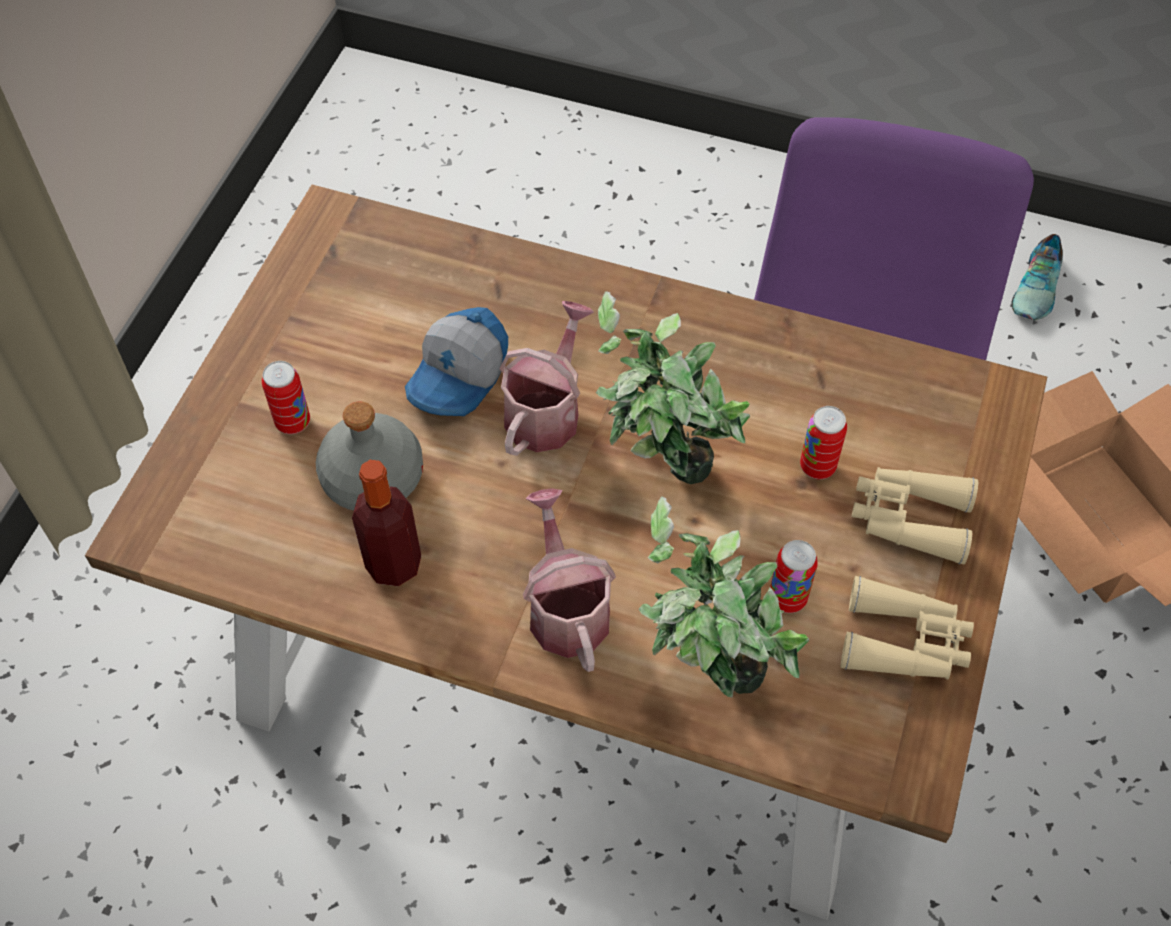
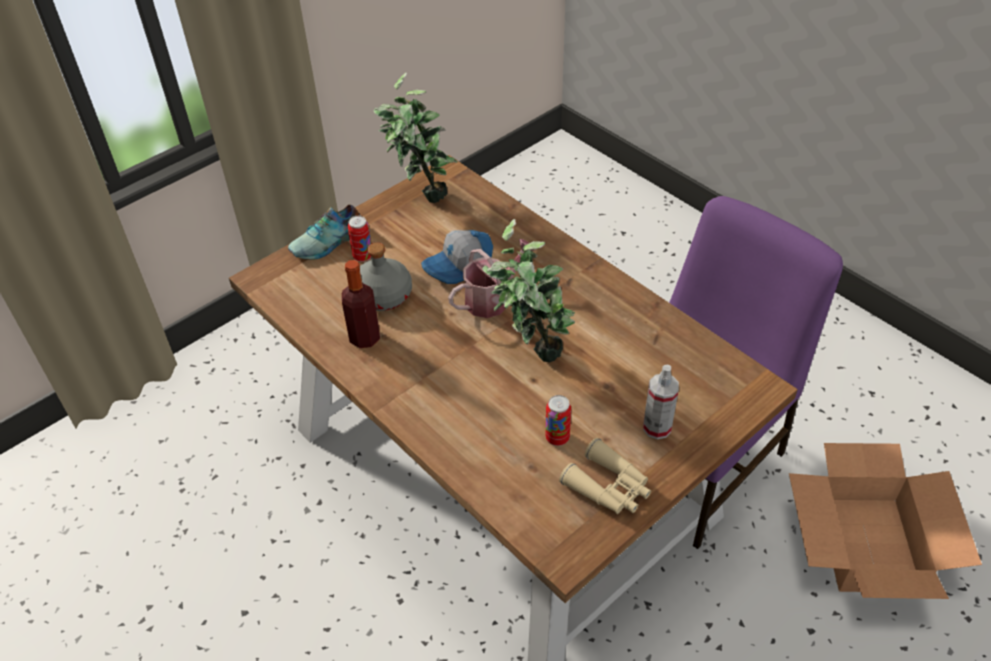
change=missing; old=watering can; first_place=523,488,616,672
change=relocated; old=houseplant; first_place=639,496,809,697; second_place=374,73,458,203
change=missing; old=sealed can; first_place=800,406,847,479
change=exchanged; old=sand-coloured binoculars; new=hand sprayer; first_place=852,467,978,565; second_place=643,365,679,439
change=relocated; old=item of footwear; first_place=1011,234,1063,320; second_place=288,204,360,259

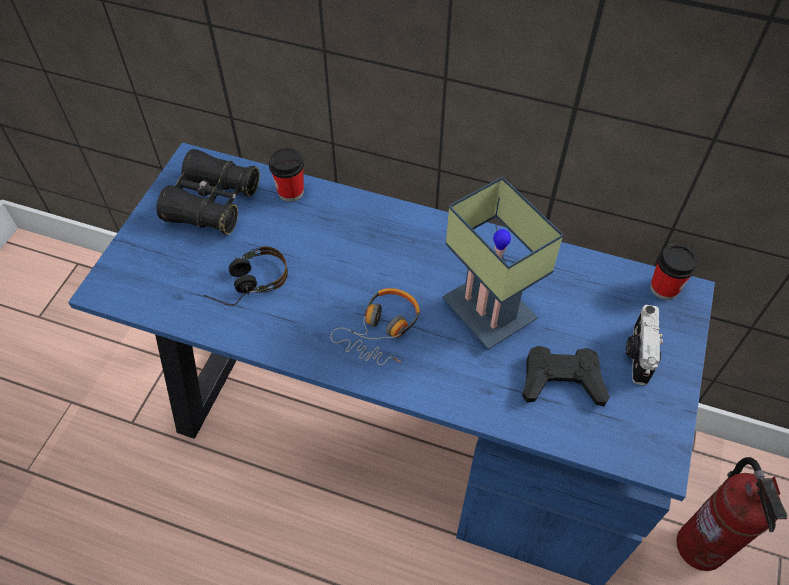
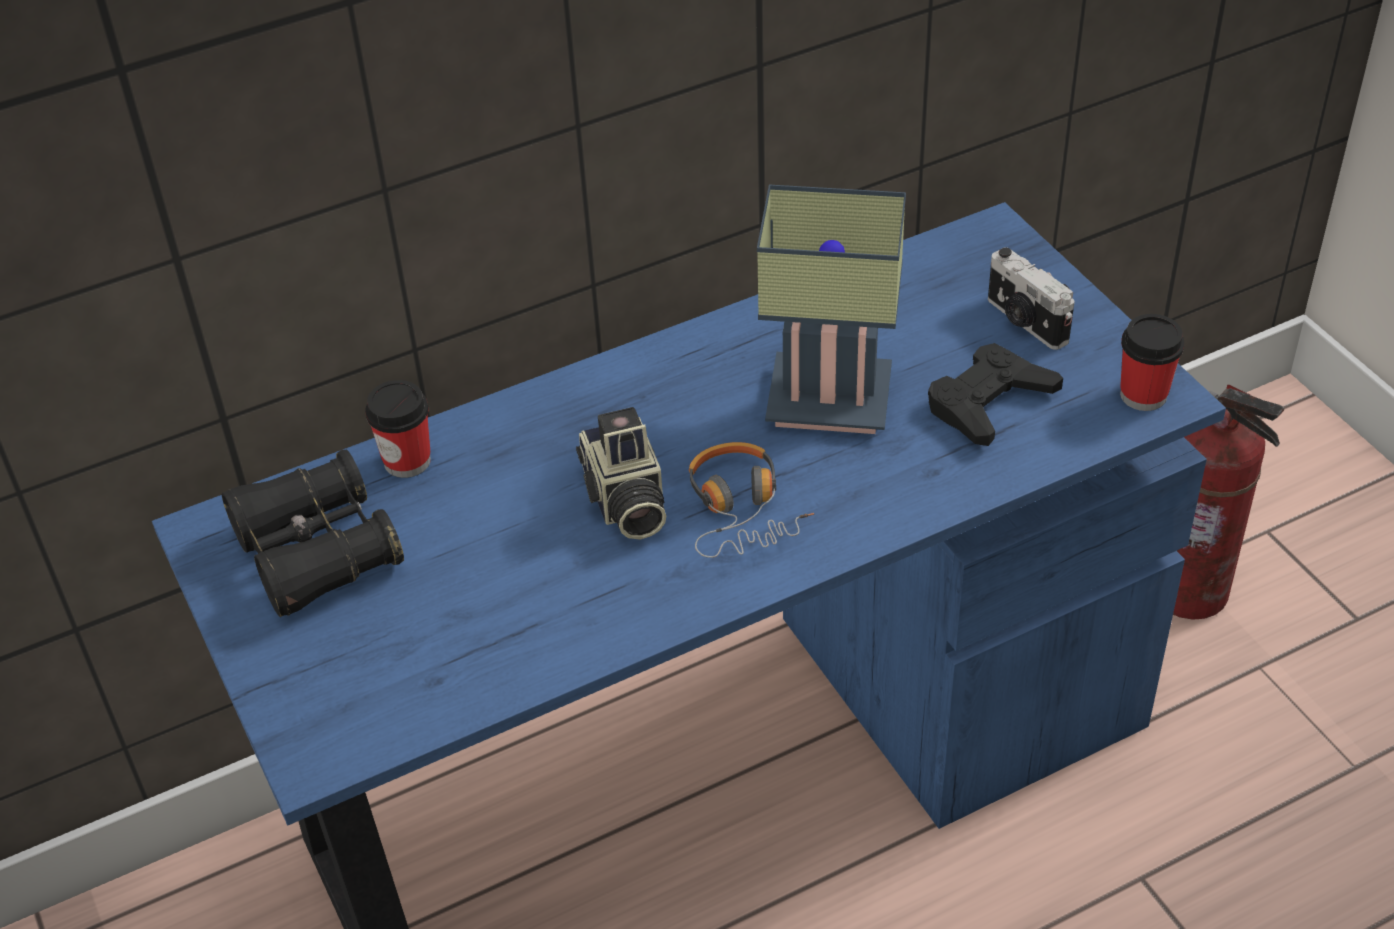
change=missing; old=headset; first_place=204,246,288,305
change=relocated; old=small cup; first_place=650,244,698,300; second_place=1120,314,1184,411
change=appeared; new=still camera; second_place=576,407,666,540

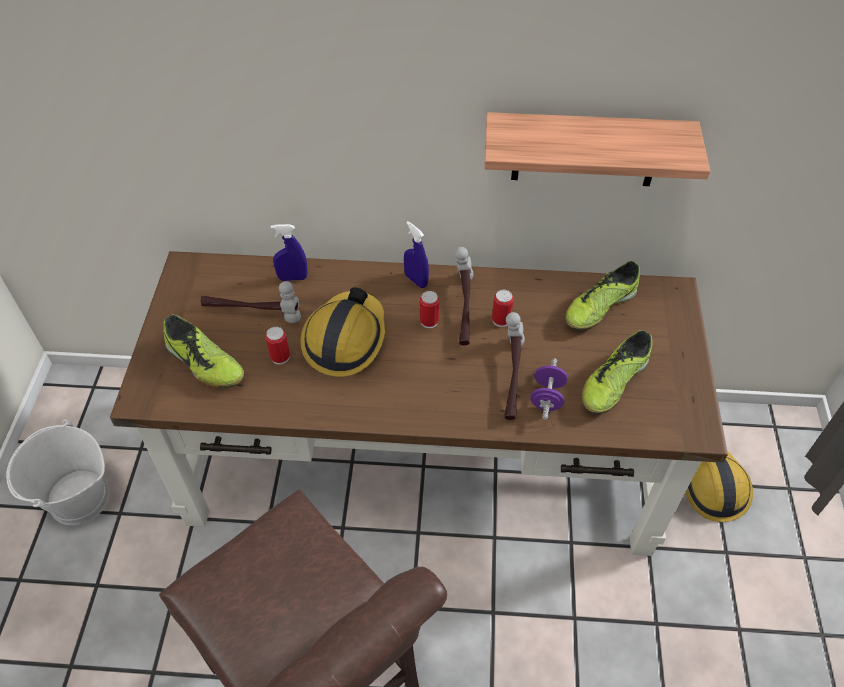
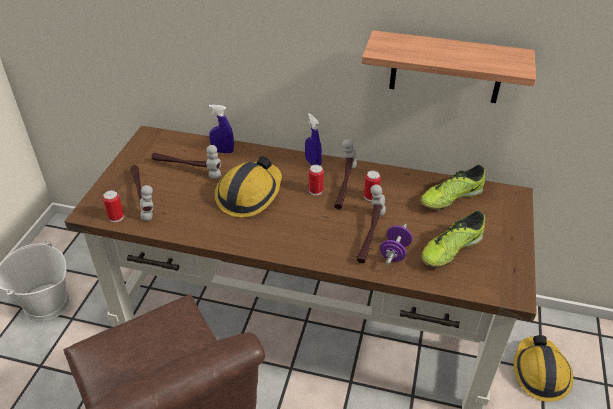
change=exchanged; old=item of footwear; new=hammer; first_place=163,314,245,388; second_place=130,165,153,221
change=relocated; old=sealed can; first_place=266,327,290,365; second_place=103,190,124,222

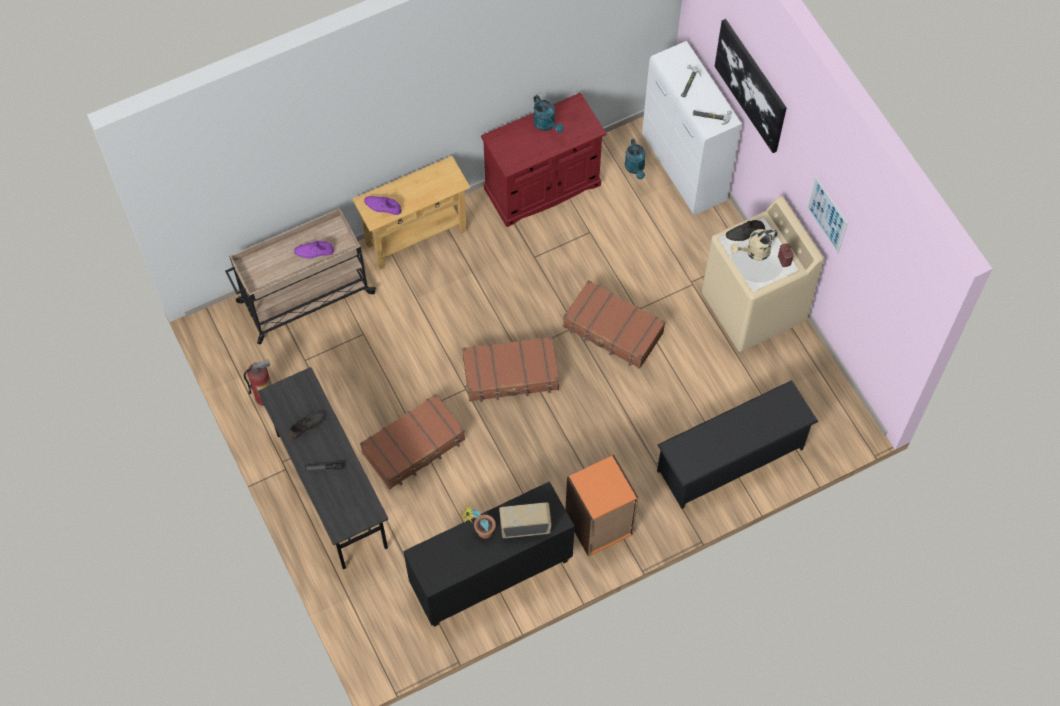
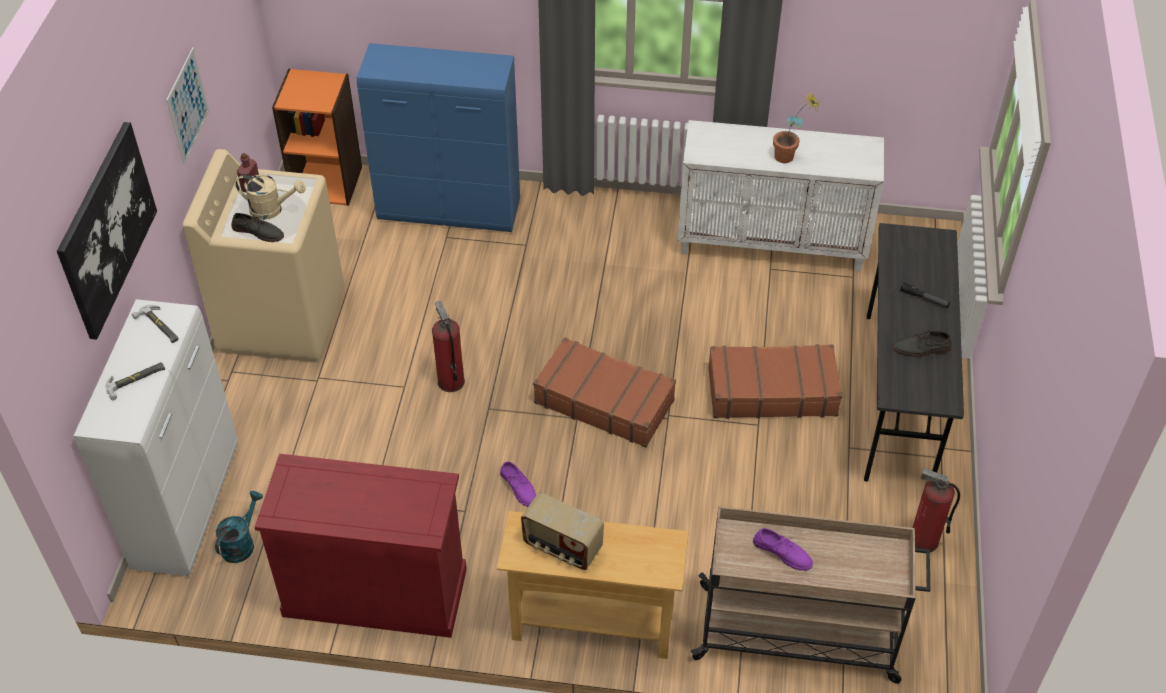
change=relocated; old=purple item of footwear; first_place=364,196,402,215; second_place=500,461,536,507
change=colour; old=black-coloured cupboard; new=whitish cupboard; first_place=404,481,575,627; second_place=678,120,884,272
change=relocated; old=radio; first_place=499,502,551,538; second_place=521,493,604,570
change=missing; old=turquoise watering can; first_place=533,95,564,133
change=exchanged; old=brown suitcase; new=fire-fighting cylinder; first_place=563,280,665,369; second_place=432,301,465,392
change=relocated; old=orangey shelving unit; first_place=565,455,639,557; second_place=272,69,362,206
change=exchanged; old=black-coloured shoe shelf; new=blue-coloured cupboard; first_place=657,380,818,509; second_place=357,43,520,232

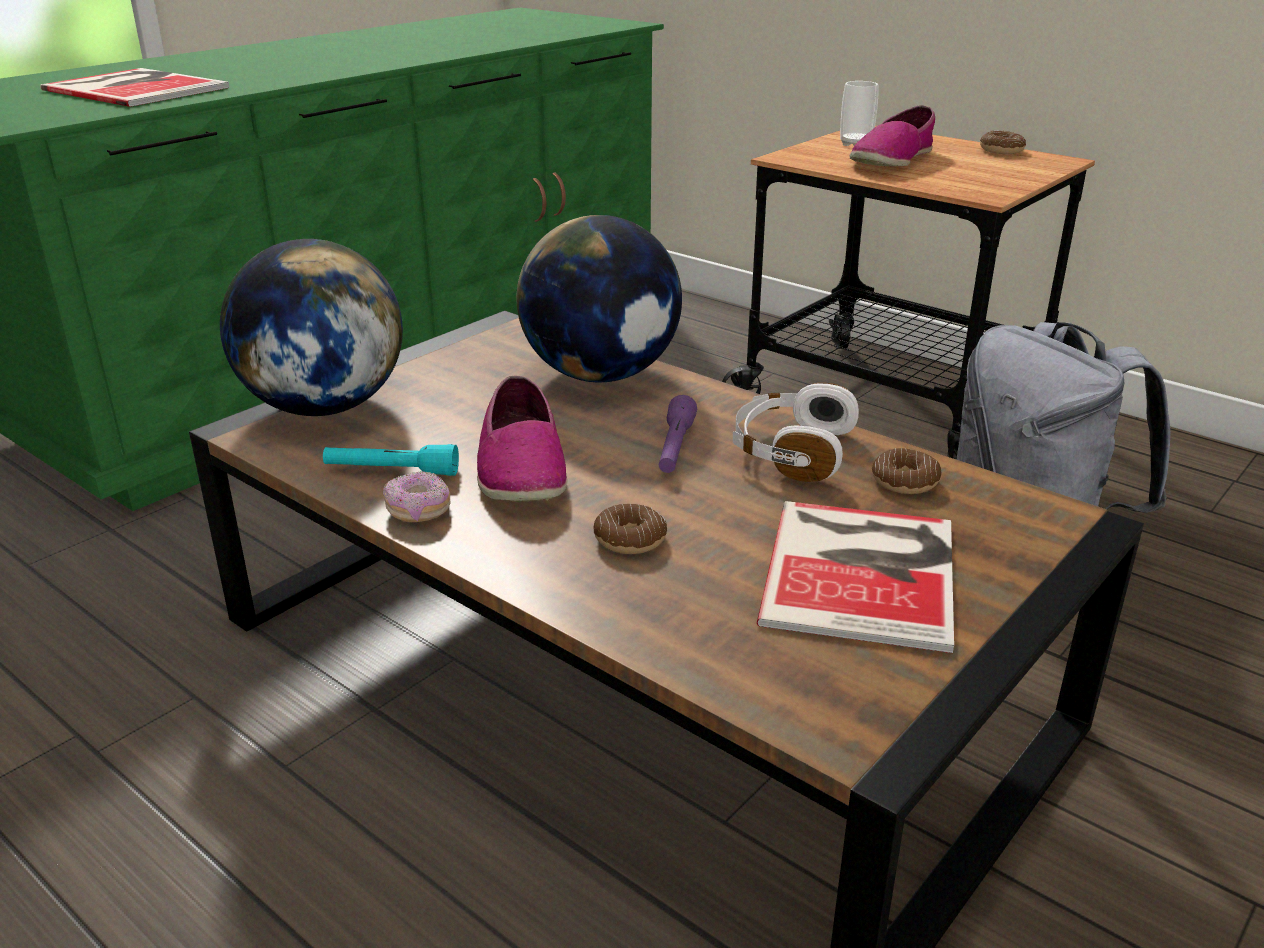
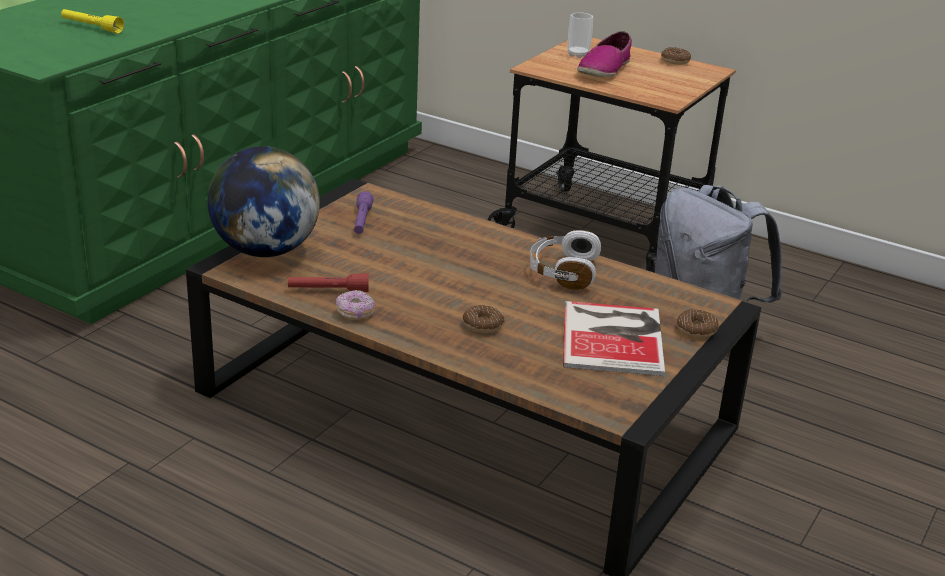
change=exchanged; old=bound book; new=yellowish flashlight; first_place=40,68,230,107; second_place=61,9,124,34
change=colour; old=turquoise flashlight; new=reddish flashlight; first_place=323,444,459,476; second_place=288,273,369,292
change=missing; old=item of footwear; first_place=477,376,568,502
change=missing; old=globe; first_place=516,215,682,382
change=relocated; old=purple flashlight; first_place=659,395,697,473; second_place=354,191,374,234
change=relocated; old=donut; first_place=872,448,941,494; second_place=677,309,719,338

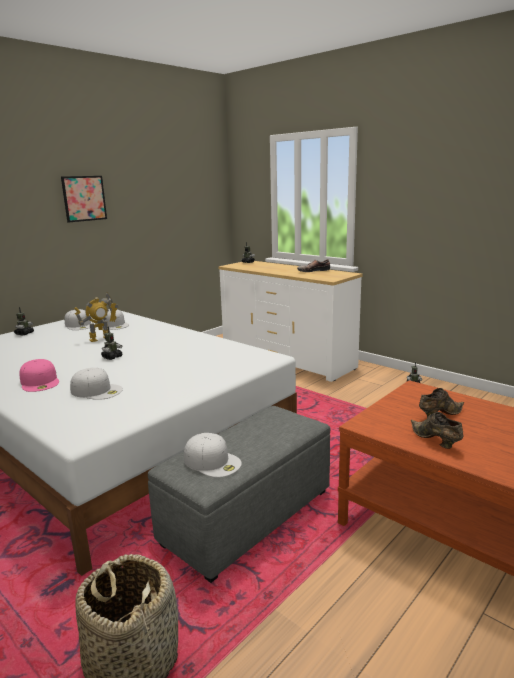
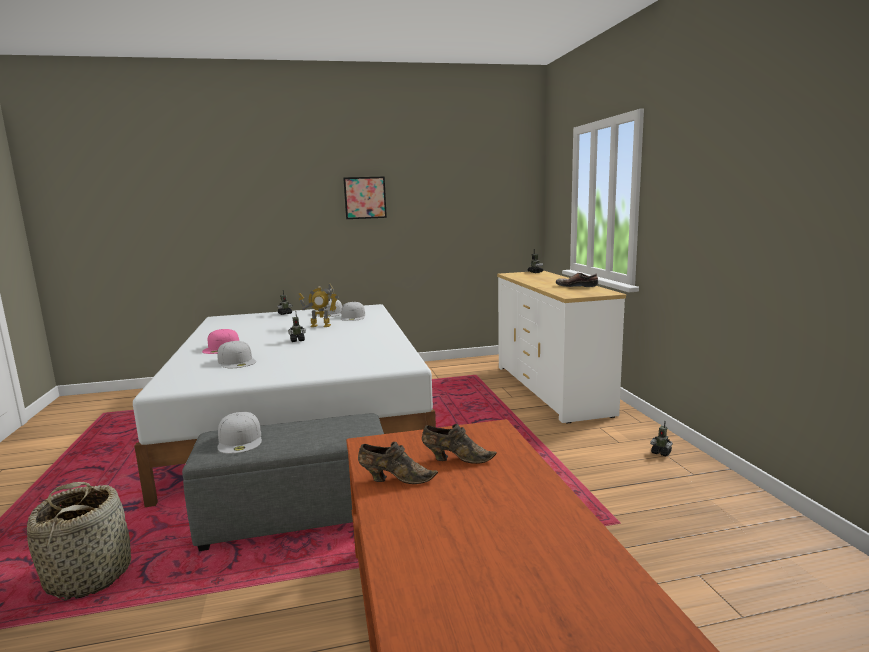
change=spun; old=brown item of footwear; first_place=411,412,463,449; second_place=358,442,438,484; degrees=90

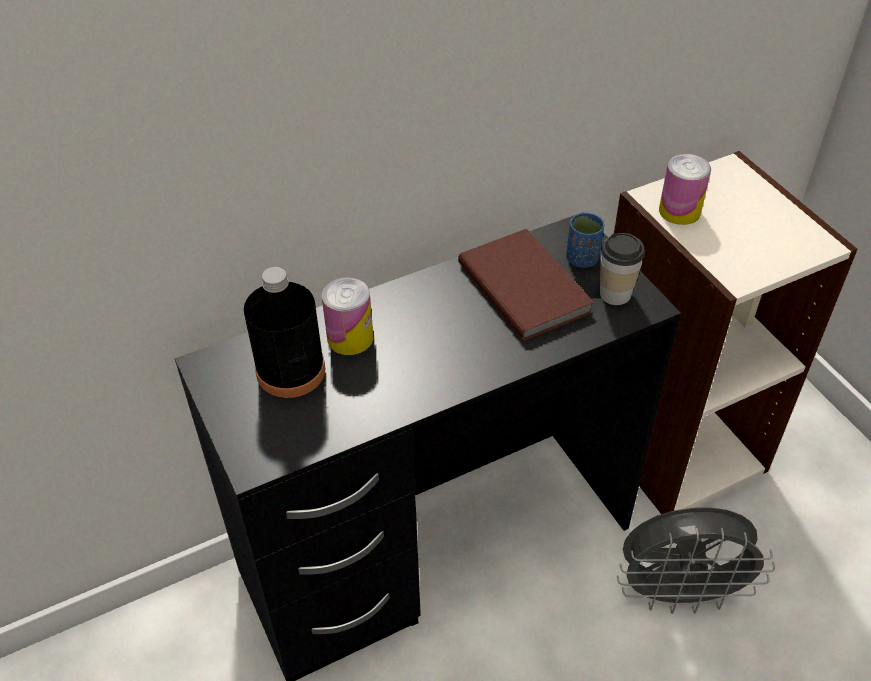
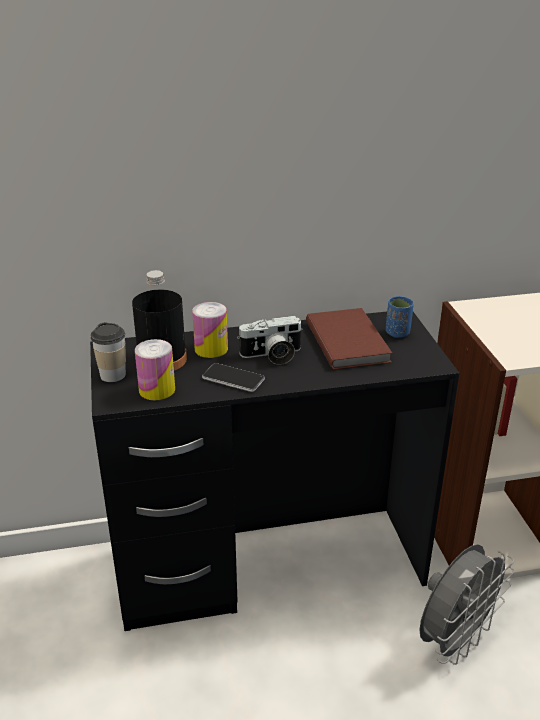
change=relocated; old=small cup; first_place=600,233,645,305; second_place=91,322,126,382
change=spun; old=grey fan; first_place=617,507,775,614; second_place=419,544,515,665; degrees=-60
change=relocated; old=sealed can; first_place=659,154,711,225; second_place=135,339,175,400
change=appeared; new=phone; second_place=202,363,265,392
change=appeared; new=still camera; second_place=237,316,303,365

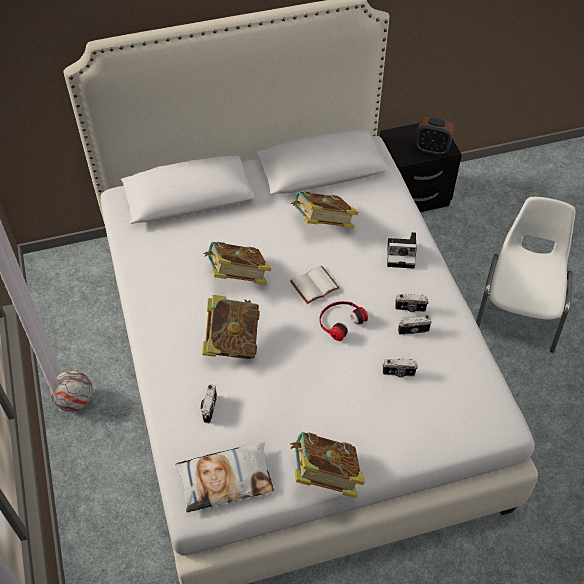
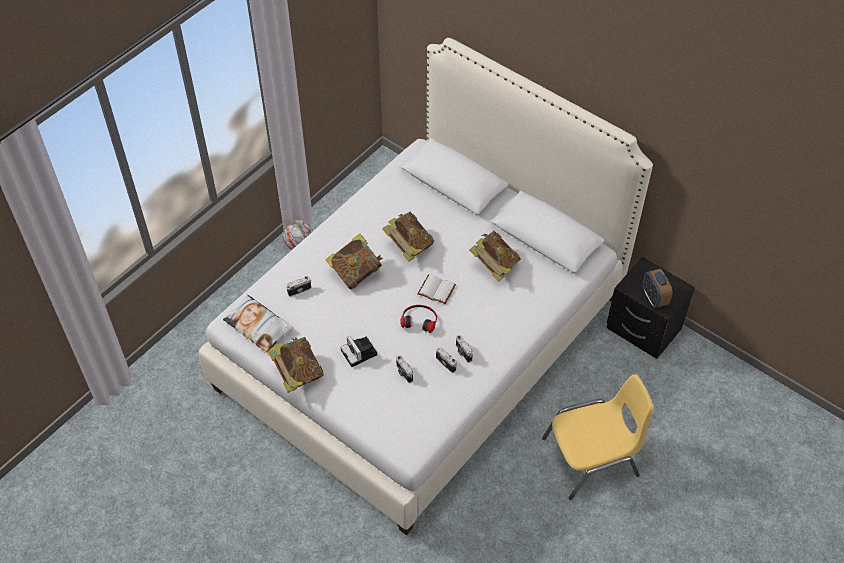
change=relocated; old=still camera; first_place=387,232,417,269; second_place=340,336,377,367
change=colour; old=whitish plain chair; new=yellowish plain chair; first_place=476,197,575,353; second_place=542,374,654,500

